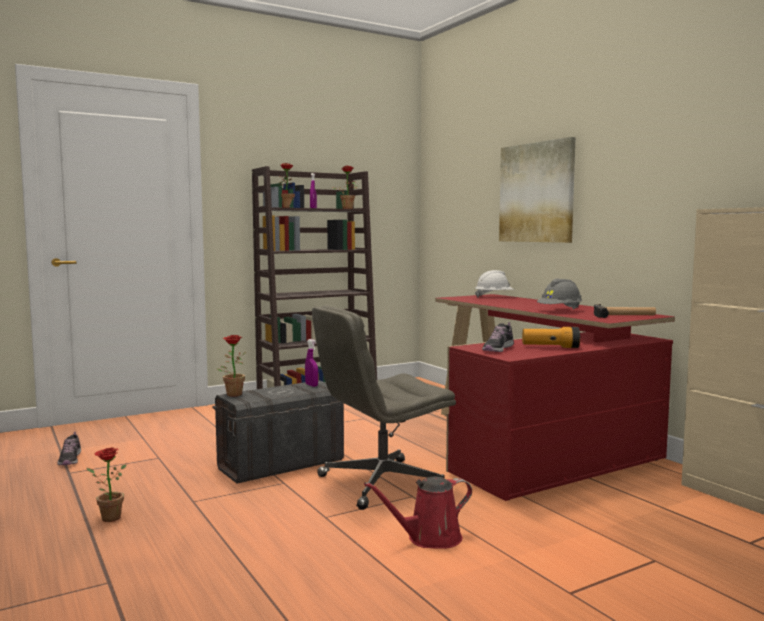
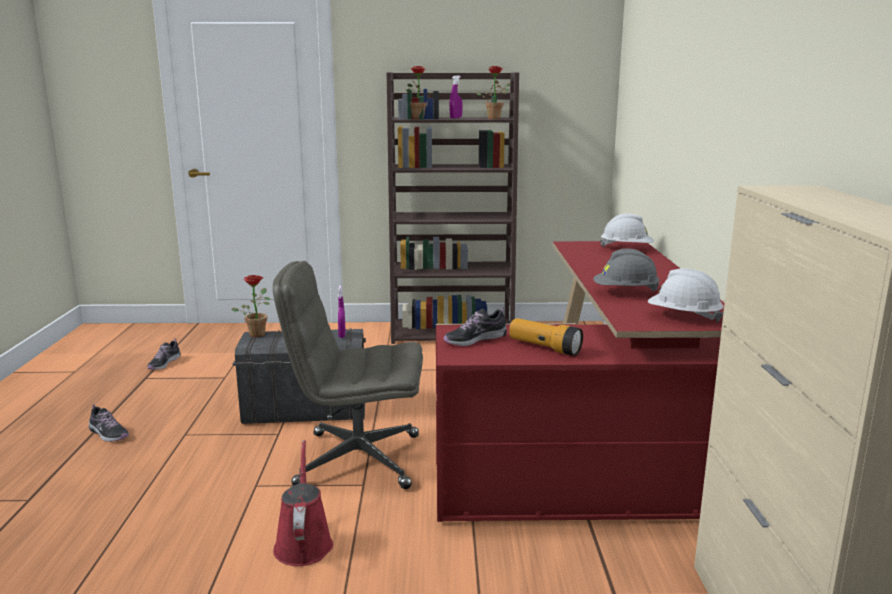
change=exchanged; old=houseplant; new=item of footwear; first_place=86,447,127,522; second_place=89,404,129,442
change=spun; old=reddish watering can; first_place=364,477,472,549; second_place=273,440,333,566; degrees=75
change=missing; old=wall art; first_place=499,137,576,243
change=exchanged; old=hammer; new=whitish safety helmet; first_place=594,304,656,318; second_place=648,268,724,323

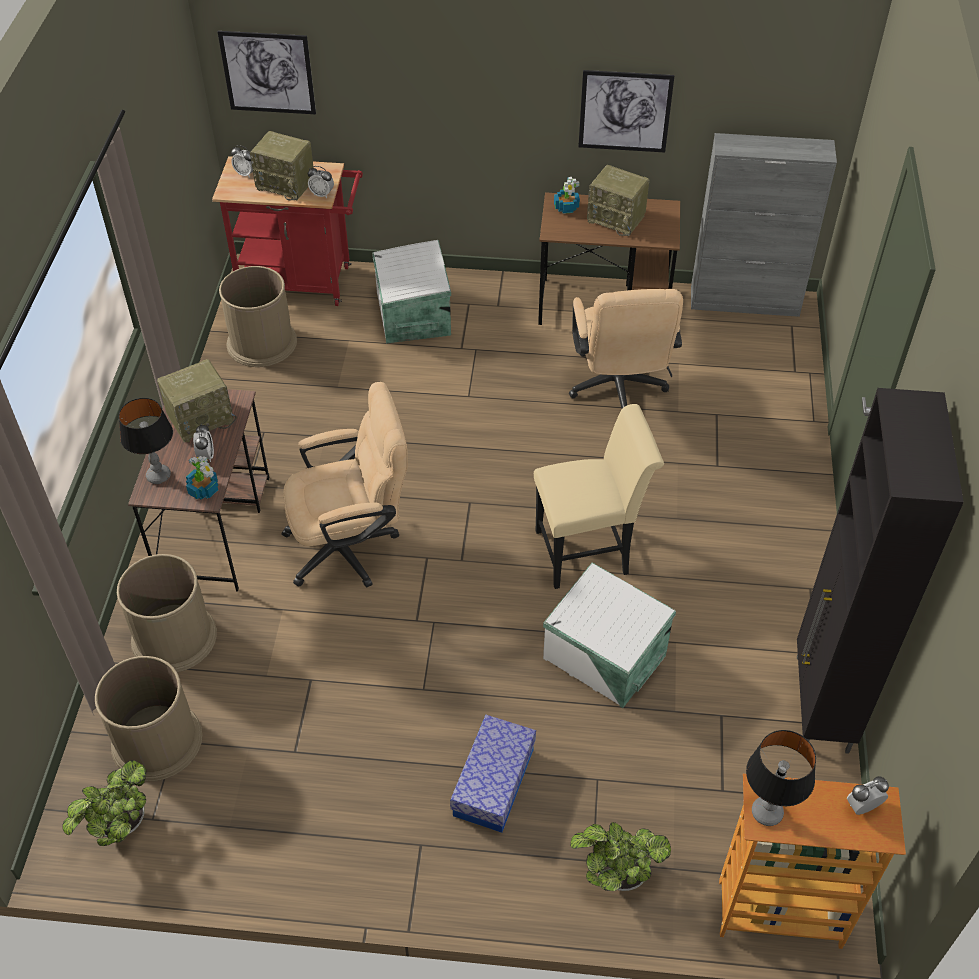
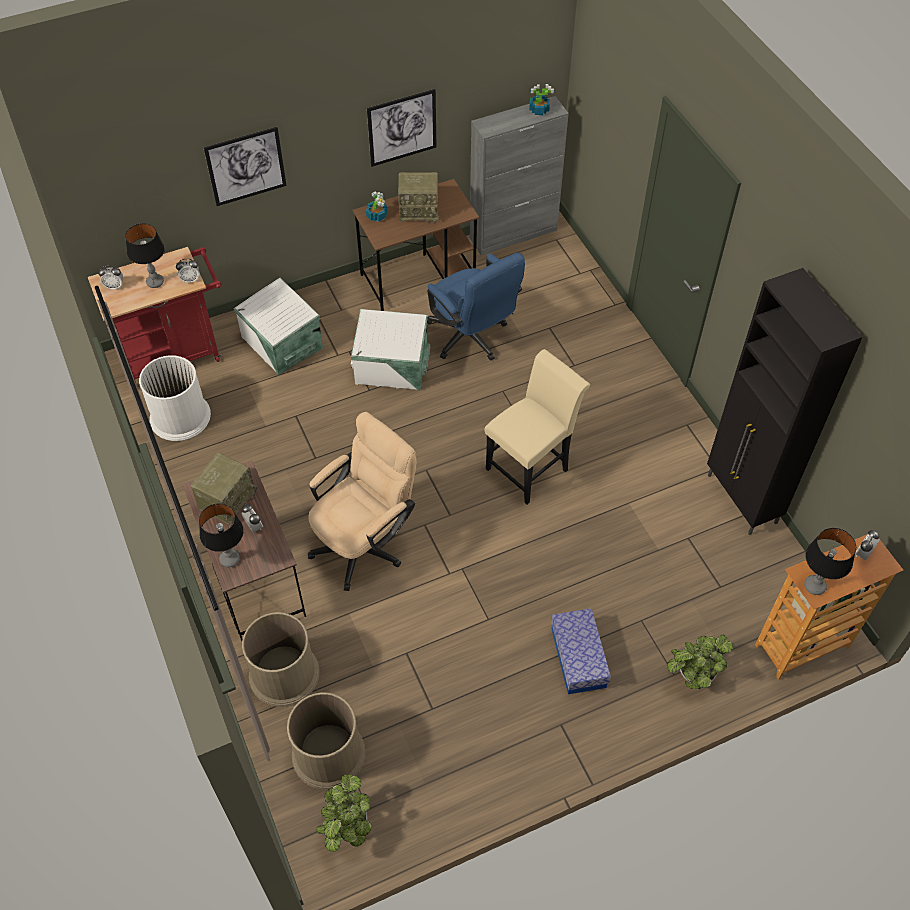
change=relocated; old=houseplant; first_place=186,456,218,500; second_place=529,84,554,115
change=relocated; old=wall art; first_place=218,31,316,114; second_place=204,127,287,206
change=colour; old=brown trash can; new=whitish trash can; first_place=219,266,297,367; second_place=139,355,211,441
change=exchanged; old=radio; new=lamp for a table; first_place=250,131,313,200; second_place=125,223,165,288
change=relocated; old=whitish storage container; first_place=543,563,676,708; second_place=351,309,430,391
change=colour; old=sand-coloured desk chair; new=blue-coloured desk chair; first_place=569,289,683,408; second_place=427,253,525,360

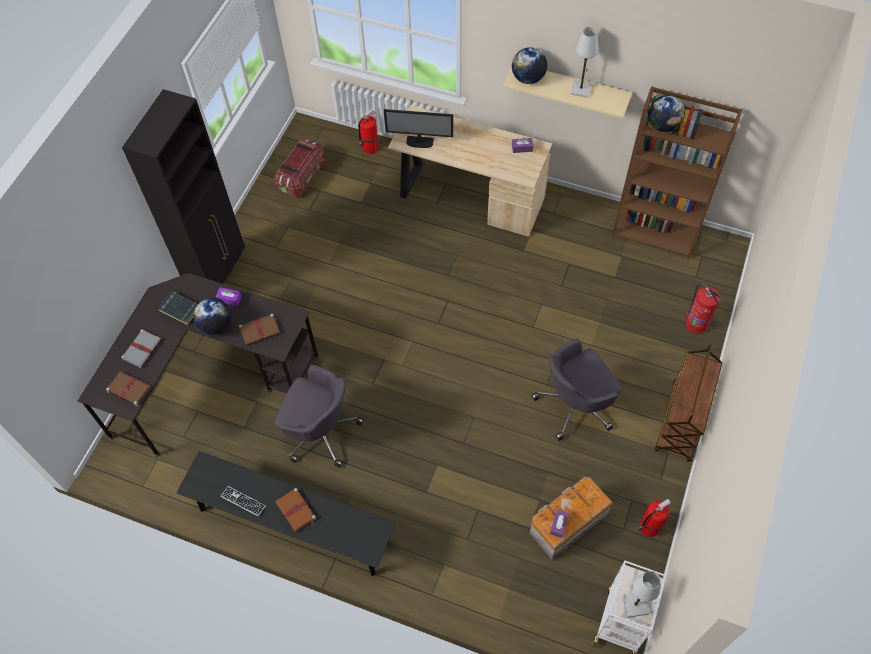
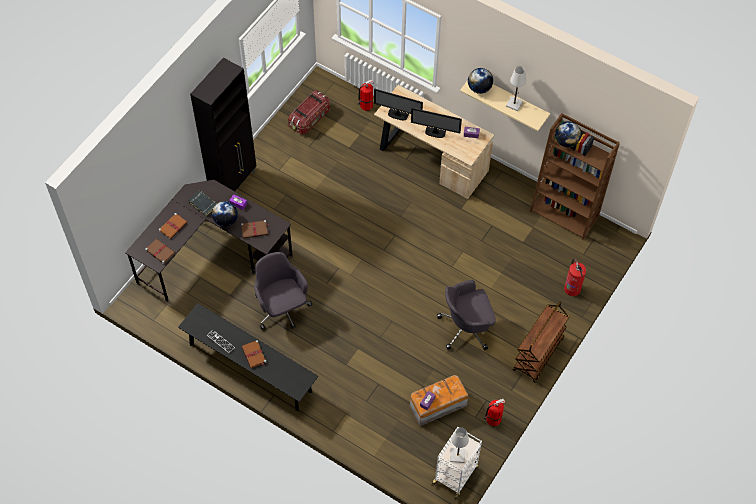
change=colour; old=grey bound book; new=brown bound book; first_place=121,329,162,368; second_place=159,213,188,239
change=spun; old=grey desk chair; first_place=275,365,364,468; second_place=254,252,312,330; degrees=-150
change=appeared; new=computer display; second_place=411,108,462,138

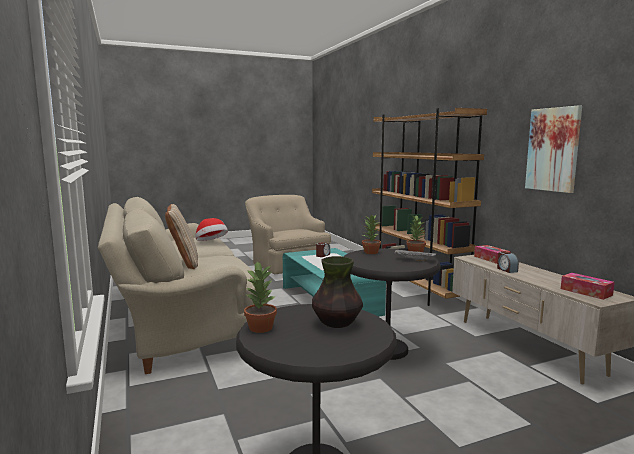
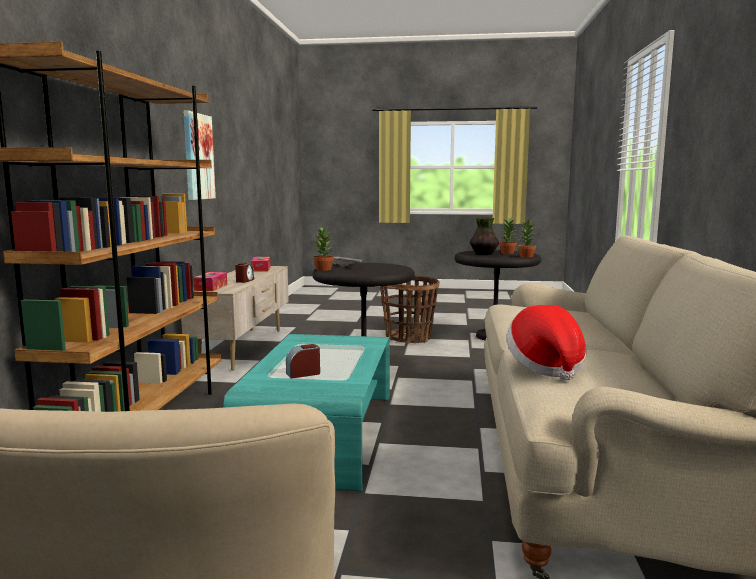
change=missing; old=sand-coloured cushion; first_place=165,204,198,269
change=relocated; old=houseplant; first_place=362,215,381,254; second_place=499,217,517,254
change=appeared; new=household basket; second_place=380,276,440,344

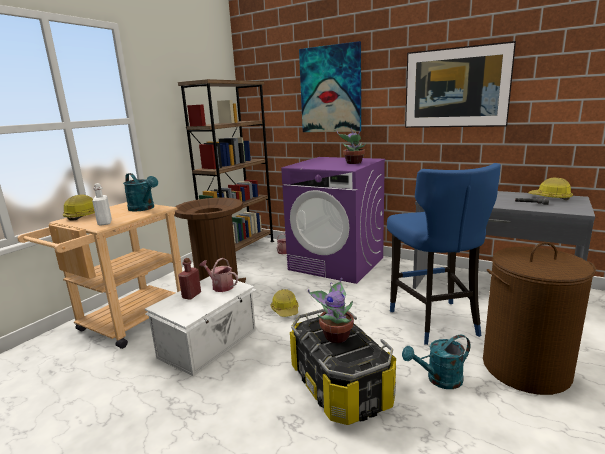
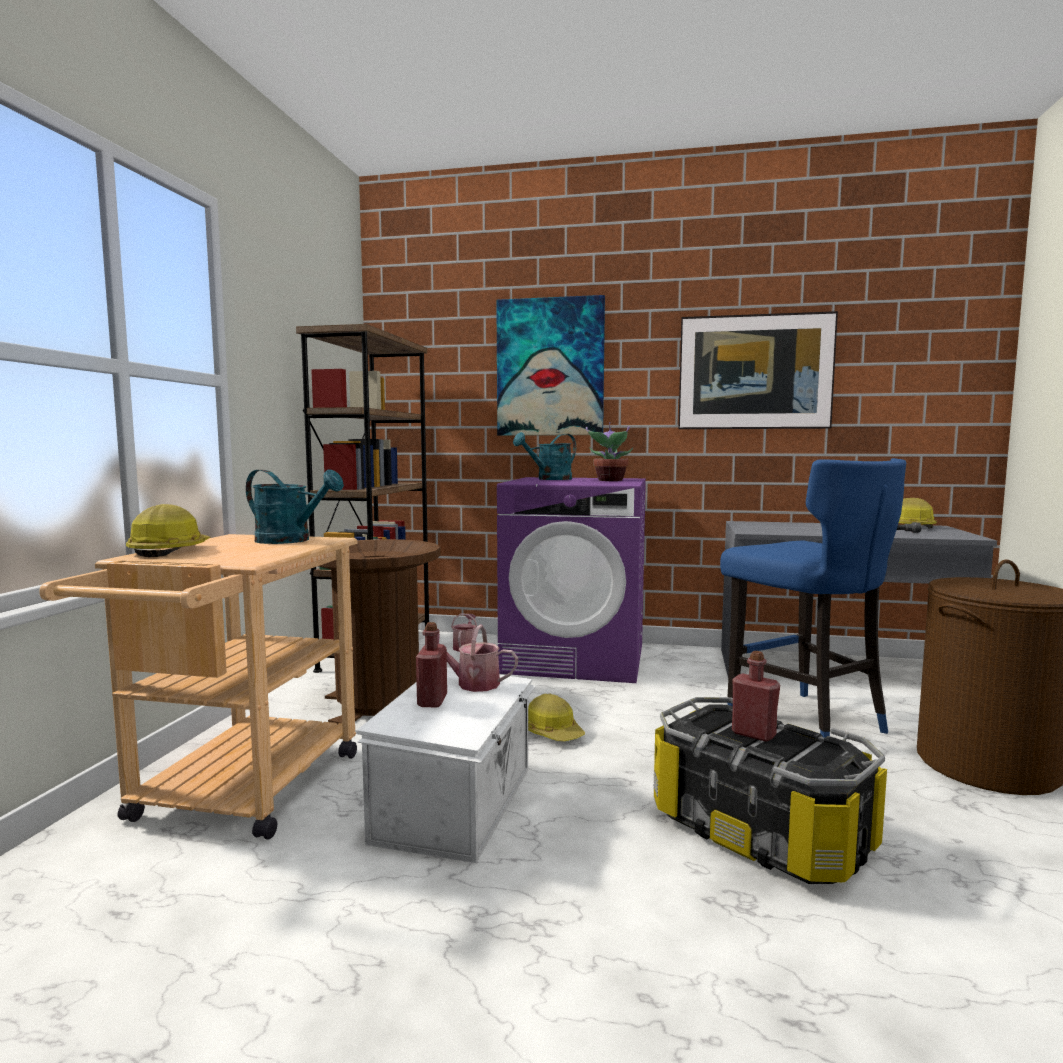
change=missing; old=whitish bottle; first_place=92,183,112,226
change=exchanged; old=houseplant; new=reddish bottle; first_place=308,278,354,343; second_place=732,651,780,742
change=relocated; old=turquoise watering can; first_place=402,335,470,389; second_place=513,432,576,480

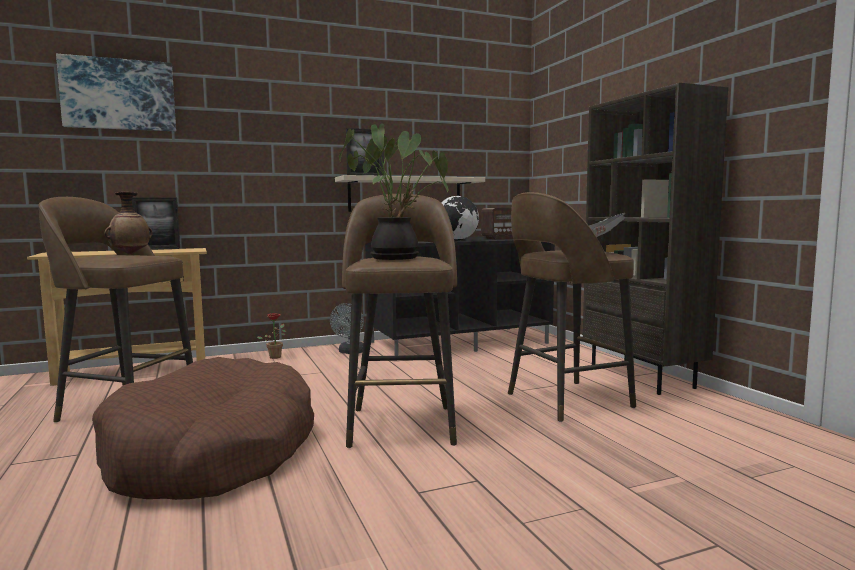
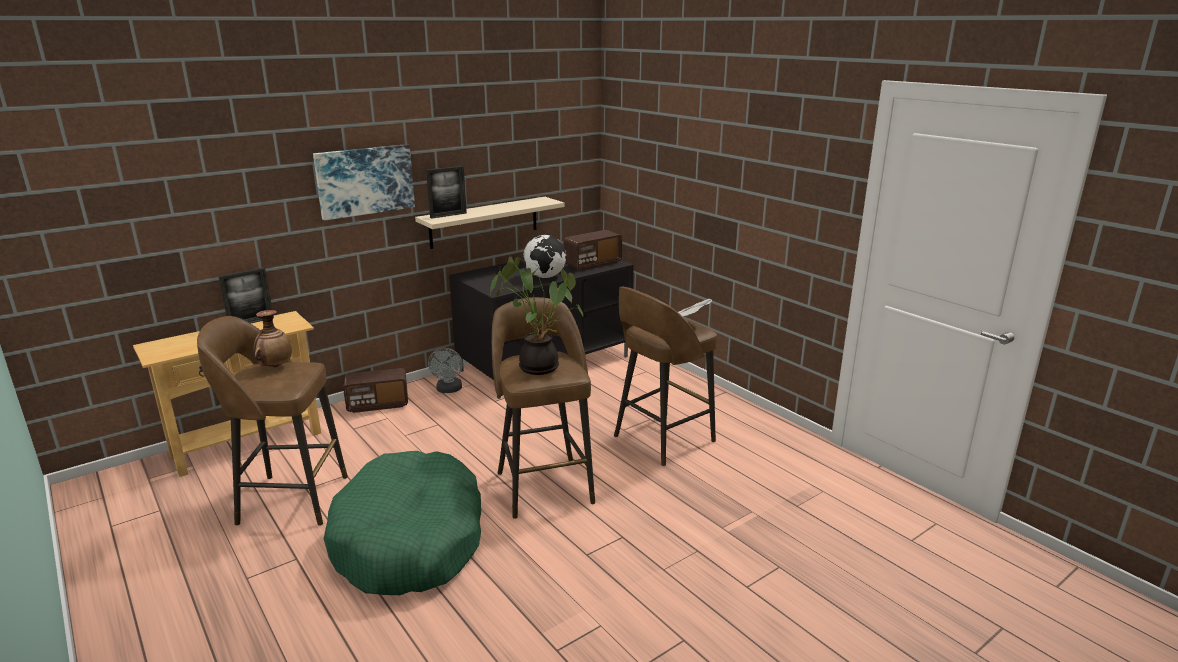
change=relocated; old=wall art; first_place=56,54,176,131; second_place=313,144,415,220
change=colour; old=brown pet bed; new=greenish pet bed; first_place=92,357,314,500; second_place=324,451,481,595
change=exchanged; old=houseplant; new=radio; first_place=257,313,286,359; second_place=343,368,408,413
change=missing; old=brown shelving unit; first_place=583,83,728,395

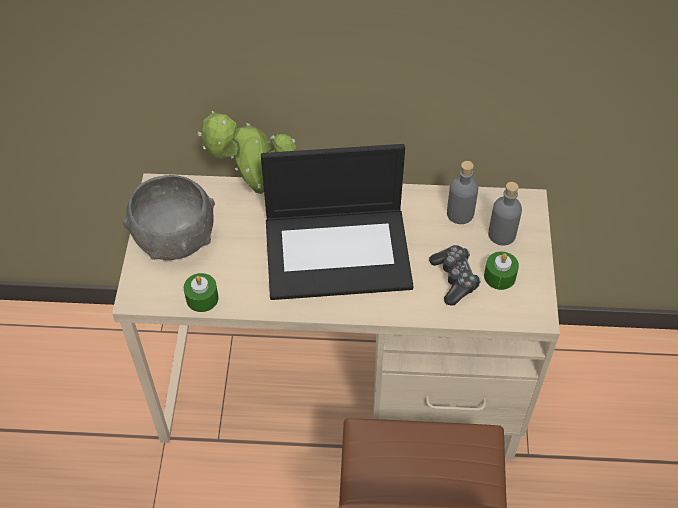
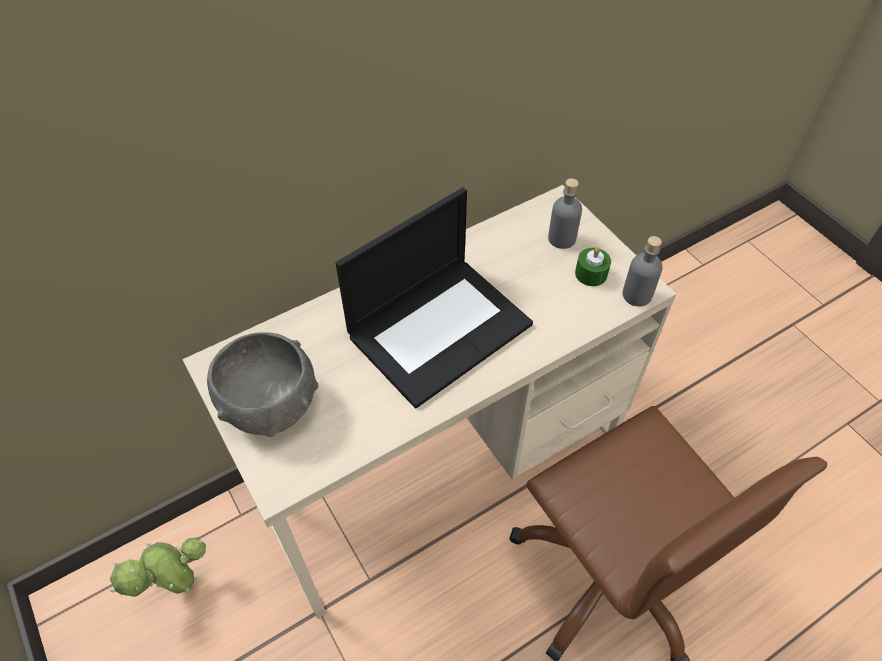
change=missing; old=greenish candle; first_place=184,273,219,312
change=relocated; old=houseplant; first_place=197,111,297,194; second_place=110,537,206,597
change=missing; old=game controller; first_place=429,245,481,306
change=relocated; old=grey bottle; first_place=447,161,478,224; second_place=623,236,663,307

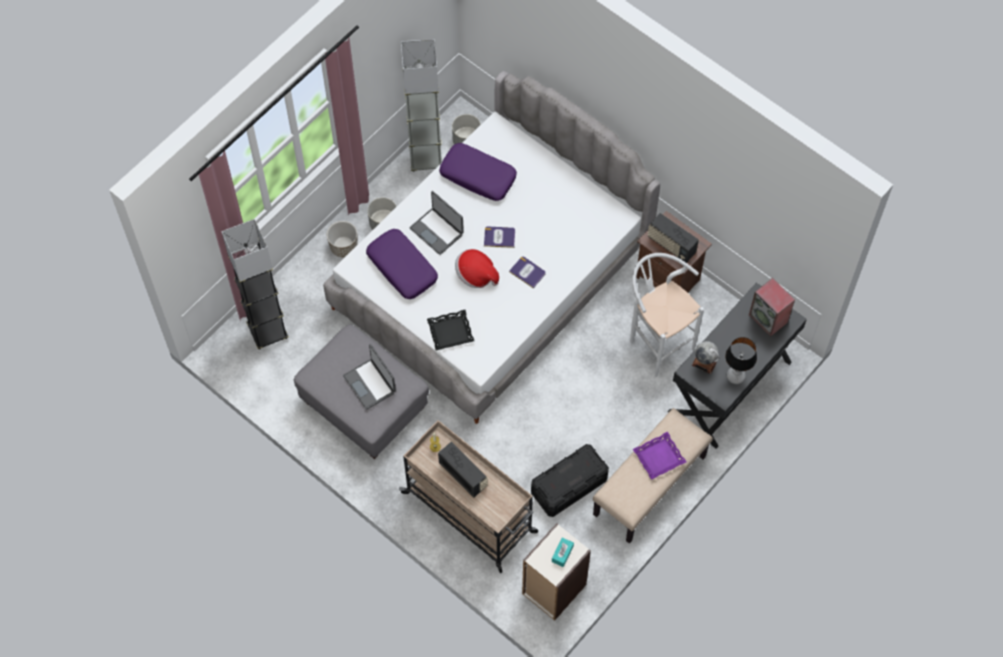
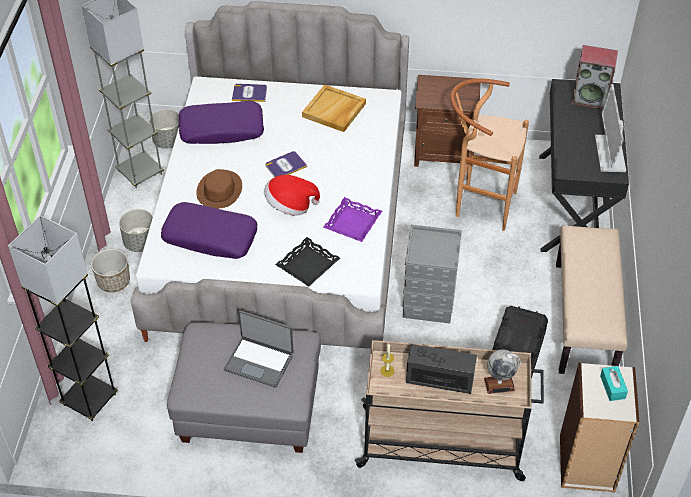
change=exchanged; old=laptop; new=brown wearable hat; first_place=410,191,464,255; second_place=196,169,242,209
change=relocated; old=bound book; first_place=509,257,546,288; second_place=232,84,267,102
change=colour; old=whitish stool seat; new=brown stool seat; first_place=630,253,704,377; second_place=450,79,529,231
change=relocated; old=purple carrying tray; first_place=633,432,686,480; second_place=323,197,382,242
change=missing; old=radio; first_place=648,213,699,263
change=relocated; old=globe; first_place=692,341,720,374; second_place=484,349,521,394
change=exchanged; old=lamp for a table; new=computer display; first_place=725,337,757,384; second_place=595,84,626,172
change=appeared; new=sand-coloured carrying tray; second_place=302,85,366,132
change=appeared; new=grey storage container; second_place=402,225,462,324

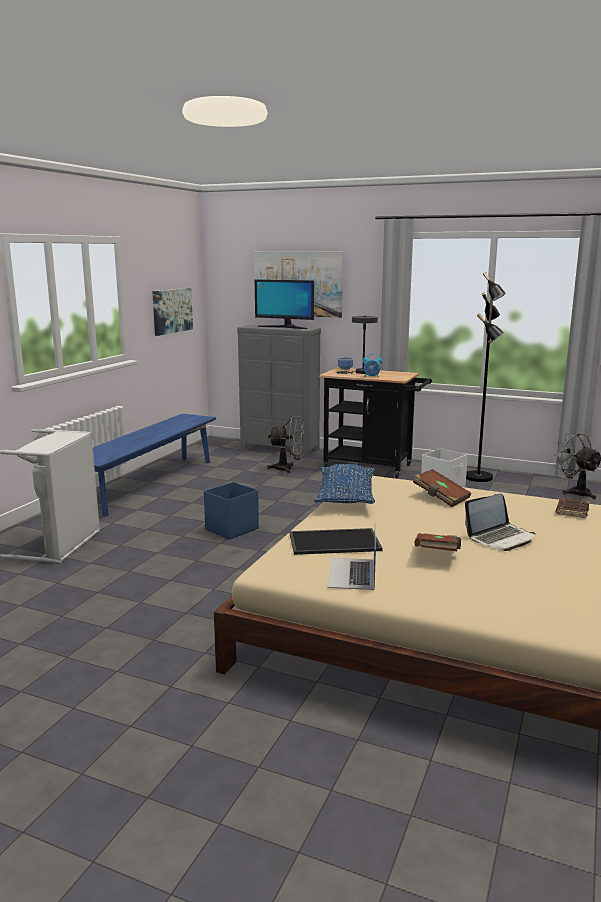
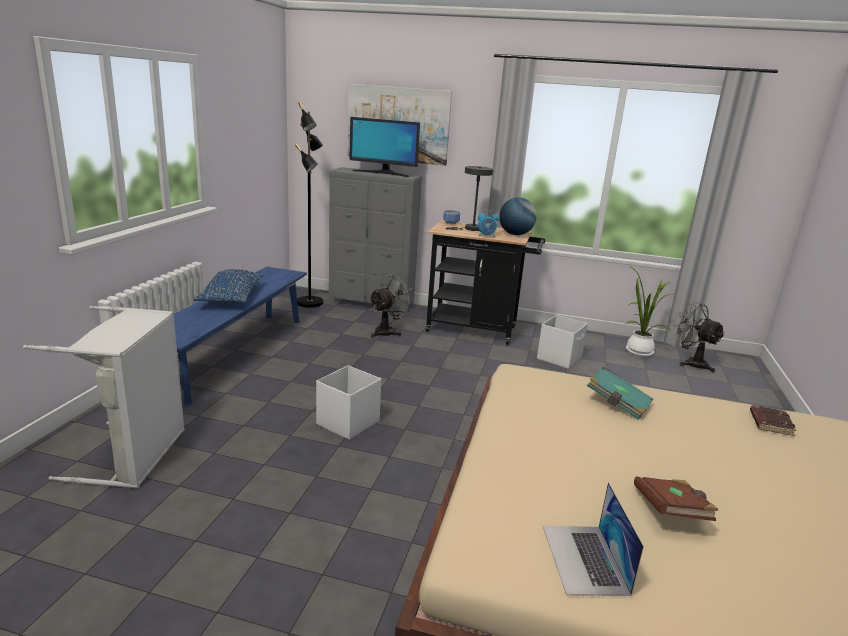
change=missing; old=wall art; first_place=152,288,193,336
change=colour; old=blue-coloured storage container; new=whitish storage container; first_place=204,482,259,540; second_place=316,365,381,440
change=spun; old=grey fan; first_place=267,416,304,474; second_place=369,273,416,338; degrees=-45
change=missing; old=carrying tray; first_place=290,528,382,555
change=relocated; old=blue-coloured cushion; first_place=314,464,375,504; second_place=194,269,264,303
change=colour; old=brown bound book; new=turquoise bound book; first_place=413,469,471,507; second_place=587,367,653,420
change=missing; old=laptop; first_place=465,493,535,551
change=relocated; old=black-coloured standard lamp; first_place=466,272,506,482; second_place=295,101,323,308
change=appeared; new=globe; second_place=499,198,537,235
change=appeared; new=houseplant; second_place=626,265,675,357

